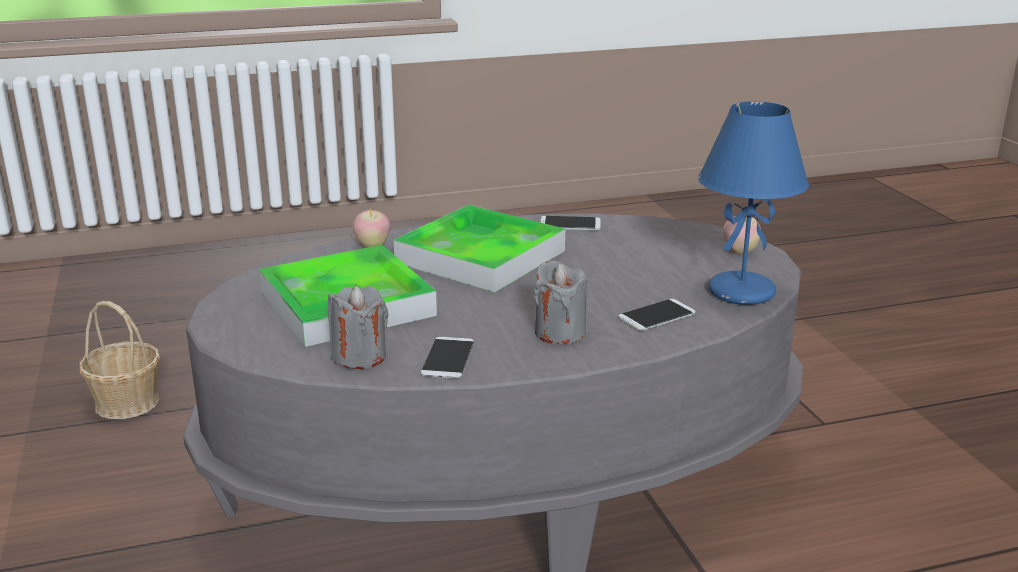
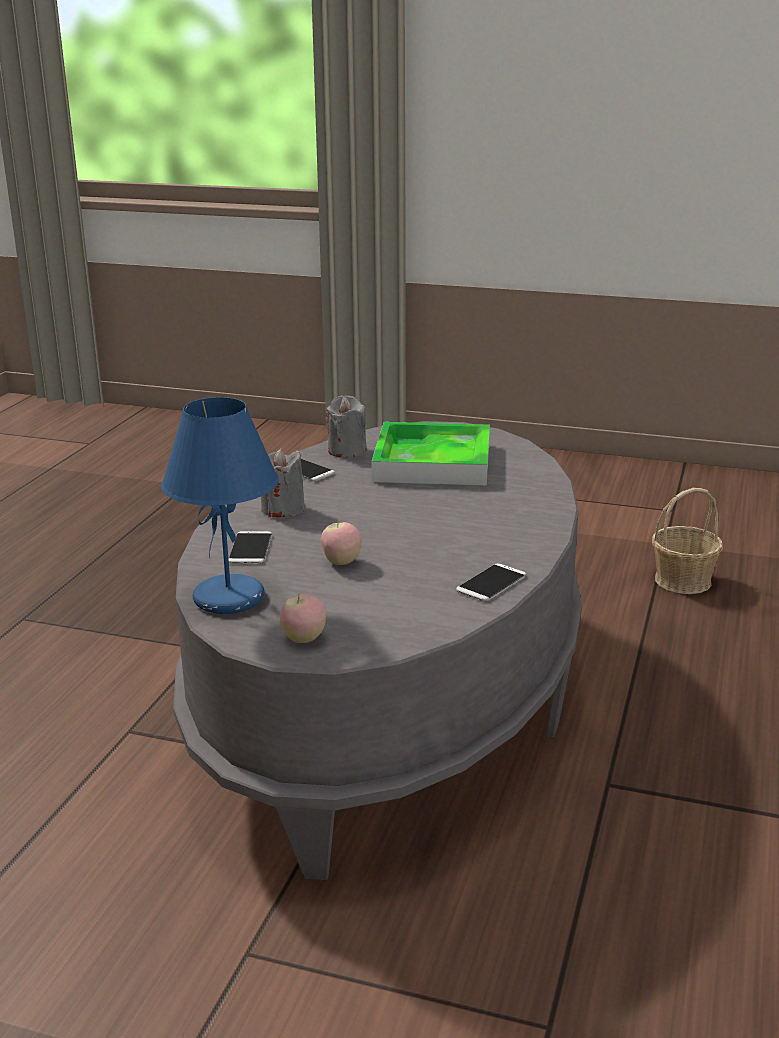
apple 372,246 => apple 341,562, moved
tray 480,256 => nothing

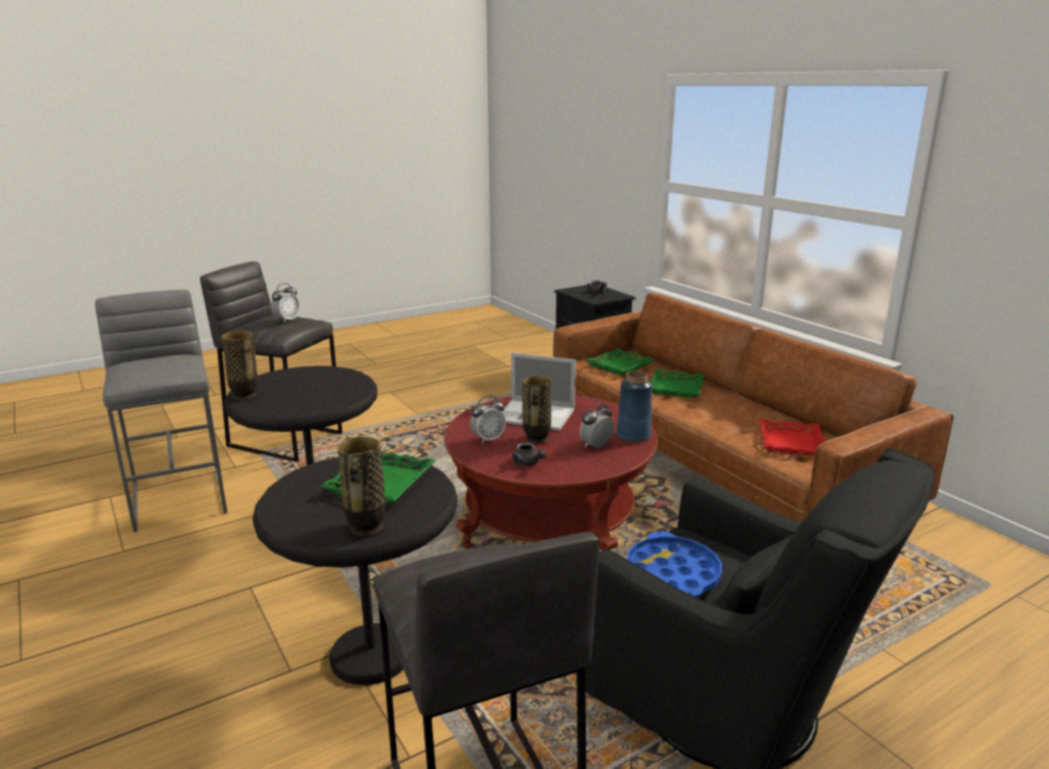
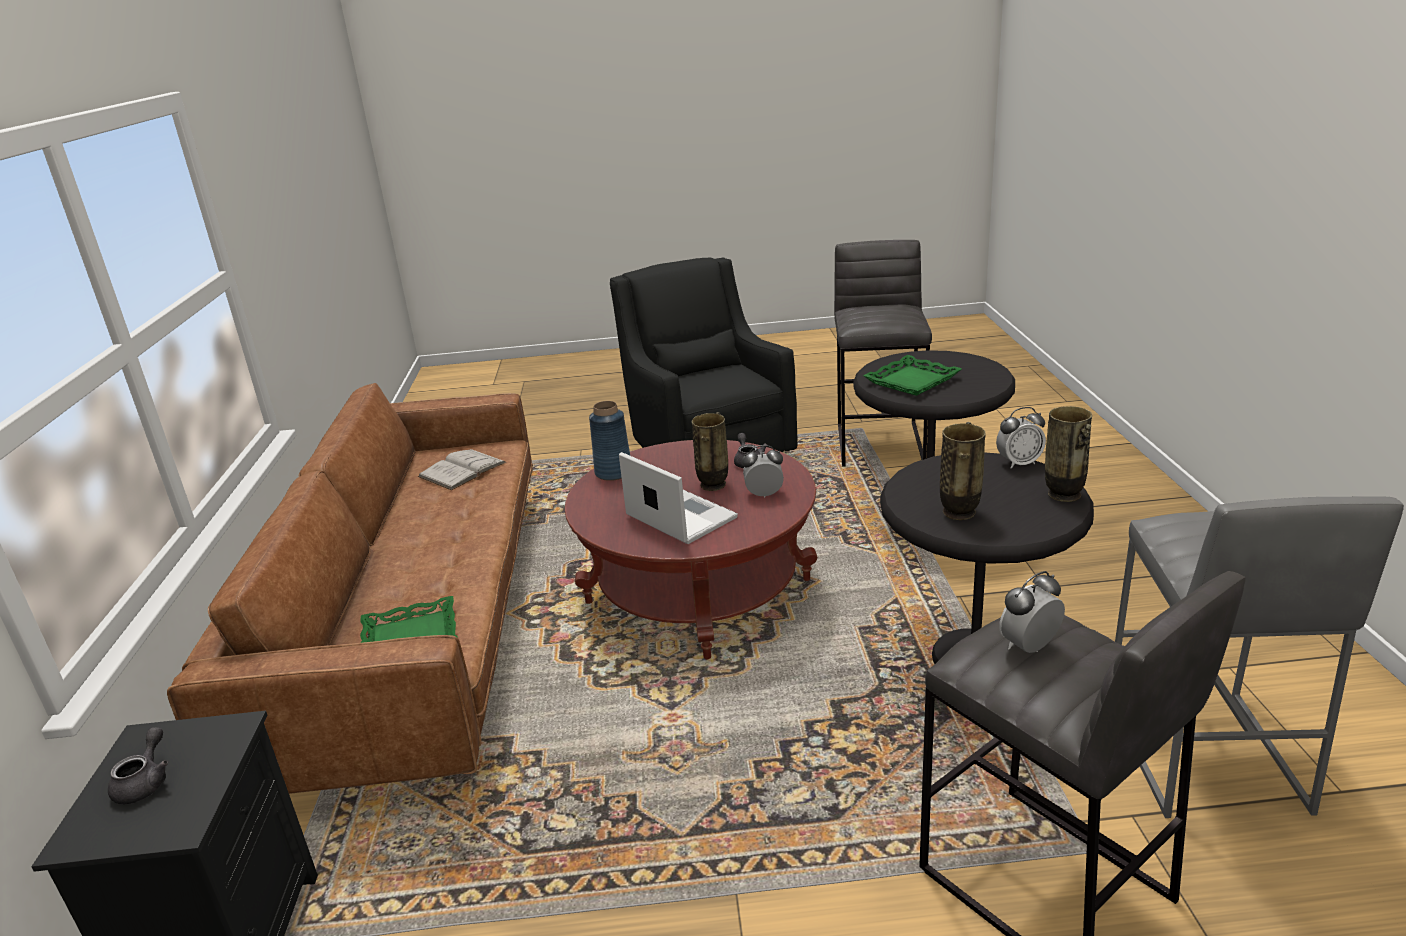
flower vase 366,528 => flower vase 959,513, moved
alarm clock 596,446 => alarm clock 1019,463, moved
tray (blue) 672,574 => nothing
tray (green-coloured) 675,388 => nothing
tray (red-coloured) 790,443 => book (white) 462,469

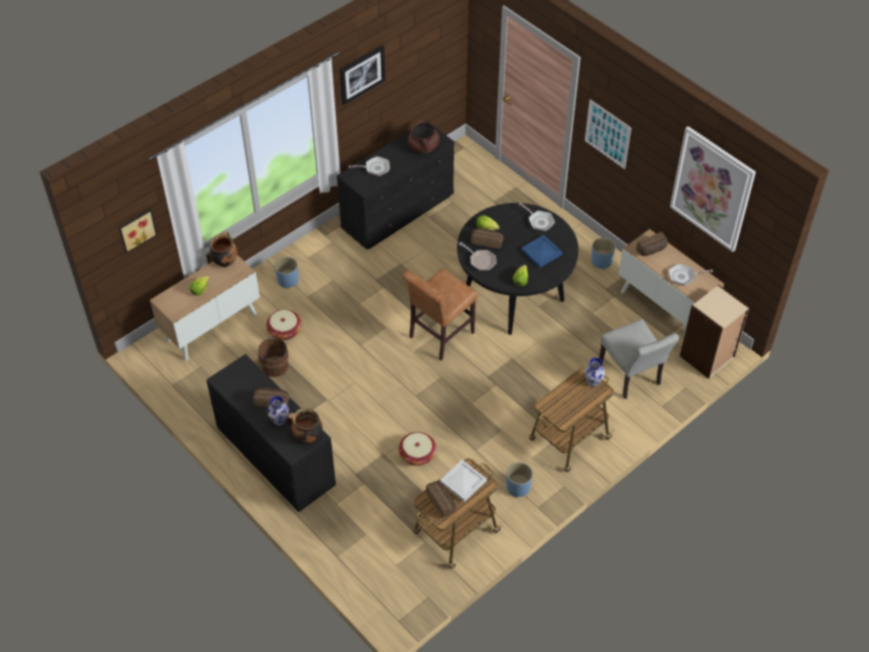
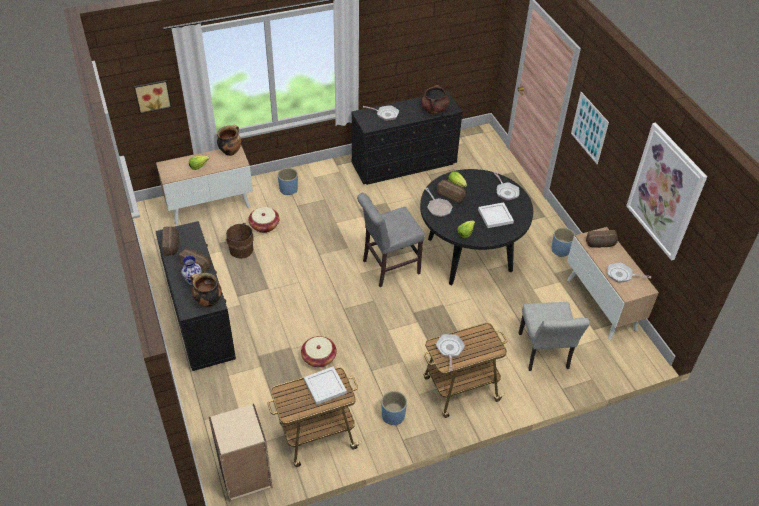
picture 362,74 => nothing
chair (brown-coloured) 439,336 => chair (grey) 388,268
bread 442,502 => bread 172,245, moved
tray (blue) 542,252 => tray (white) 496,216
flower vase 592,381 => nothing
shelving unit (beige) 707,357 => shelving unit (beige) 245,477, moved
nothing => skillet 449,350

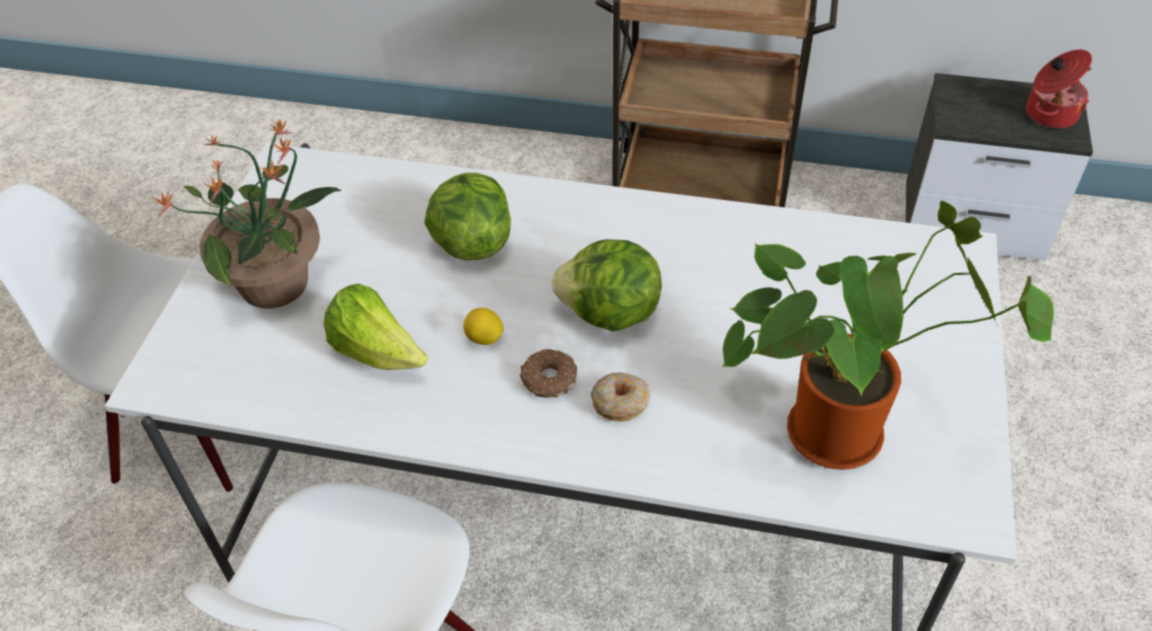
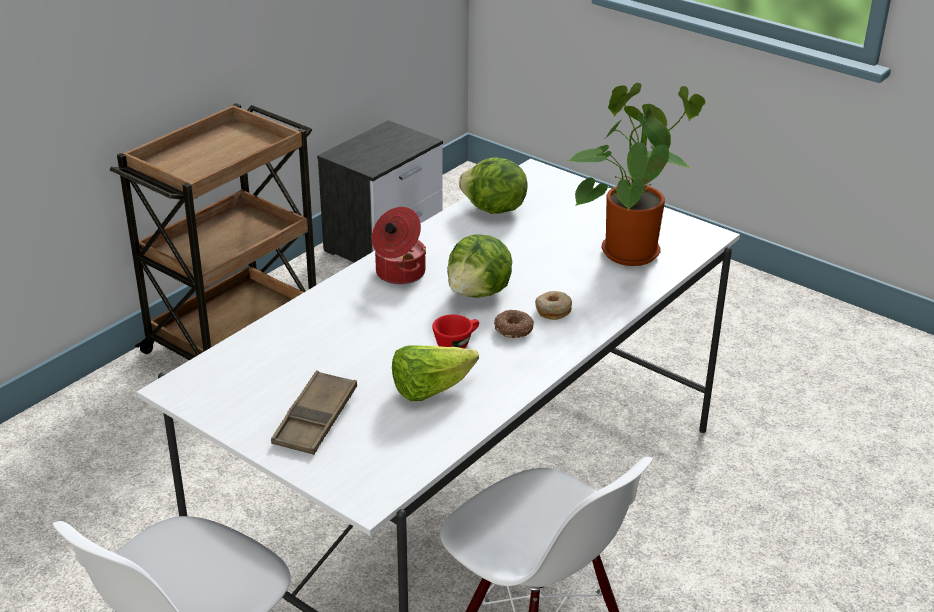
potted plant 277,283 => tray (brown-coloured) 315,419
lettuce head 471,243 => lettuce head 493,210, moved
whole lemon 484,338 => cup (red-coloured) 457,344
cooking pot 1049,113 => cooking pot 399,273, moved

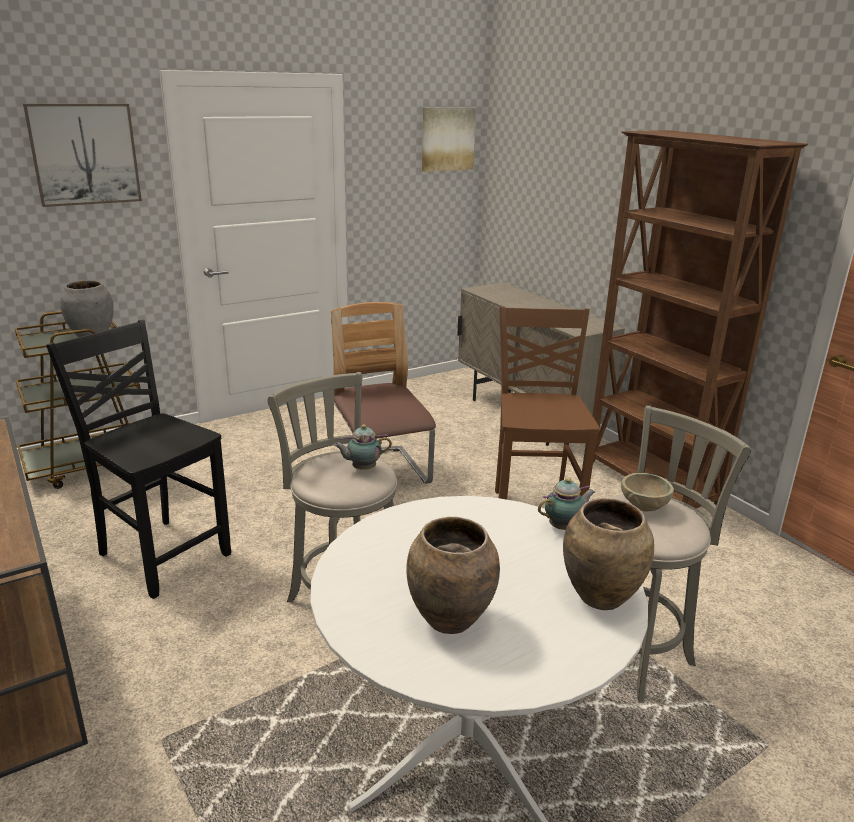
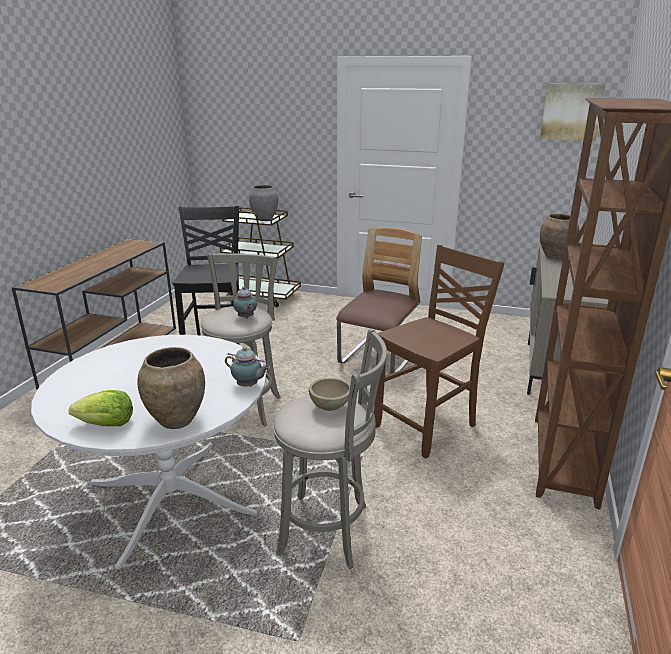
picture 84,154 => nothing
teapot 362,468 => teapot 246,318, 150 degrees counterclockwise
flower vase (brown-coloured) 449,619 => flower vase (brown-coloured) 555,257, moved
nothing => lettuce head 106,424

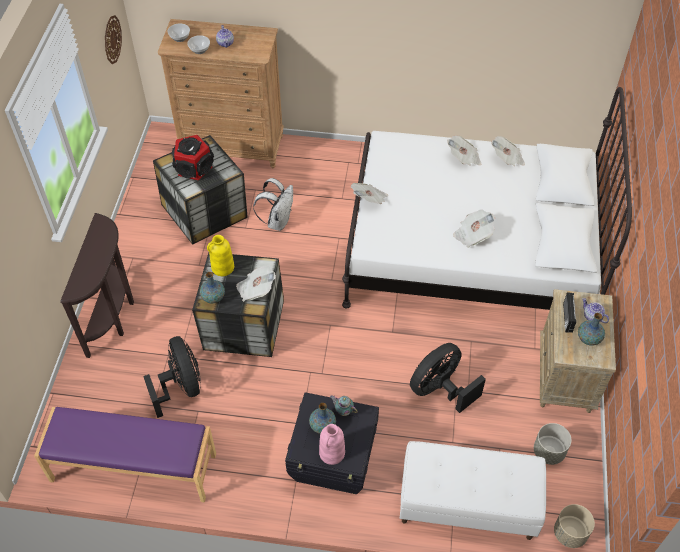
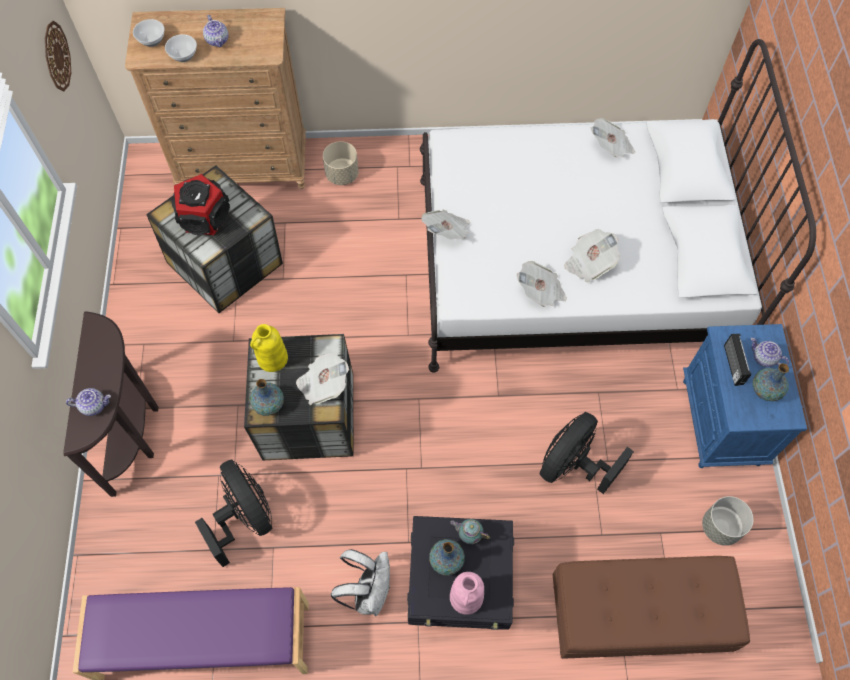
knapsack (white) 278,221 => knapsack (white) 368,591, moved
indoor bench (white) 467,505 => indoor bench (brown-coloured) 635,617
daily paper 464,158 => daily paper 541,292, moved
nightstand (beige) 565,377 => nightstand (blue) 722,422
flower pot (beige) 570,533 => flower pot (beige) 342,175, moved
nothing => teapot 94,405

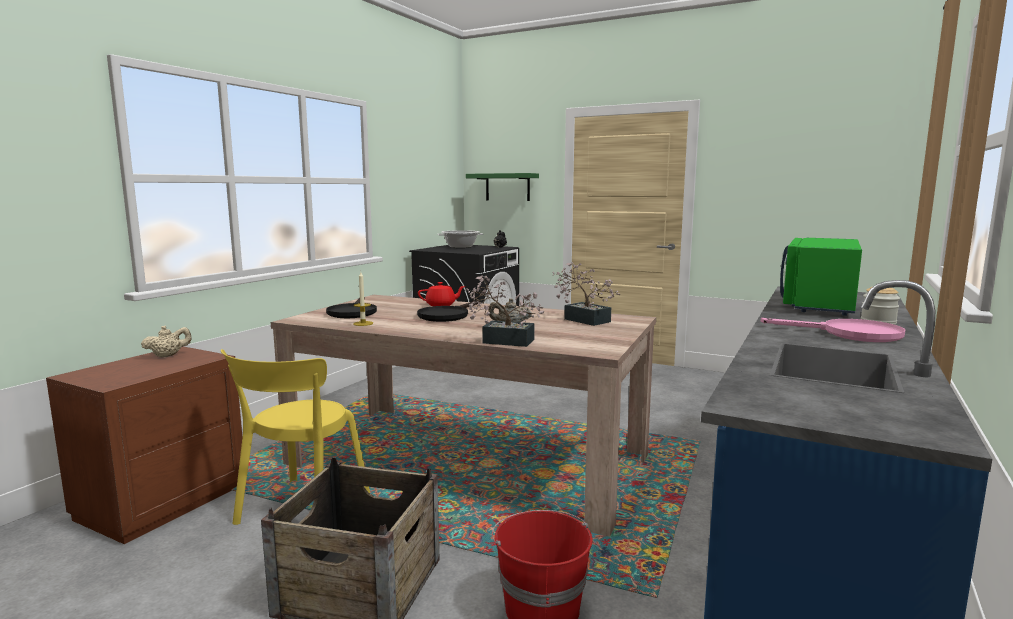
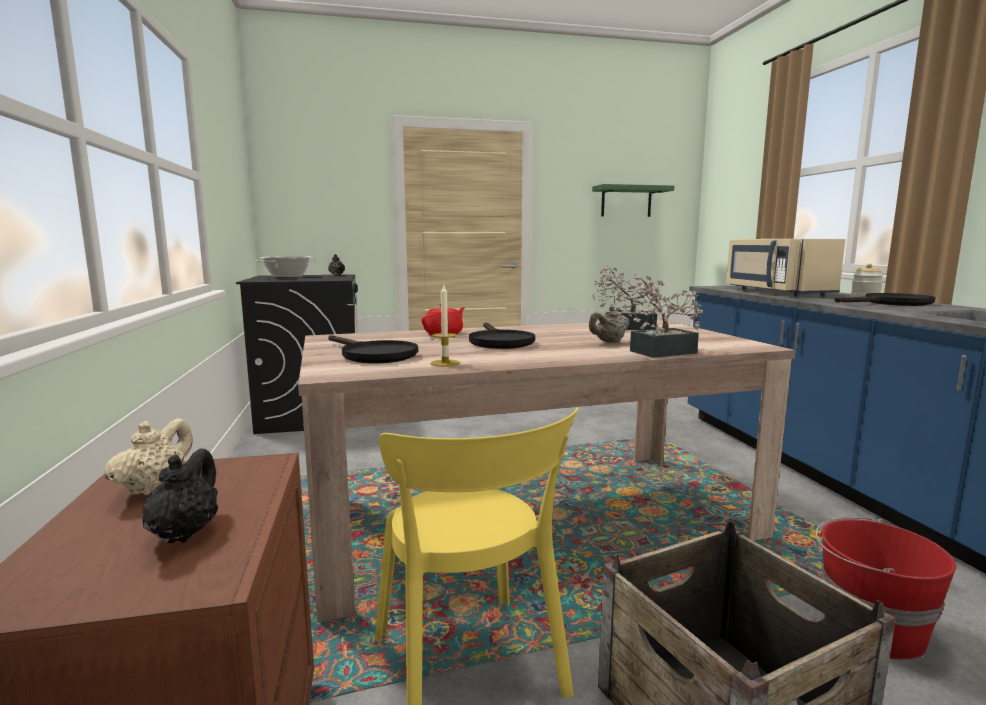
wall shelf (green-coloured) 507,187 => wall shelf (green-coloured) 626,202, moved
skillet (pink-coloured) 850,334 => skillet (black) 891,303
kitchen microwave (green-coloured) 818,304 => kitchen microwave (beige) 775,292
nothing => teapot (black) 185,532

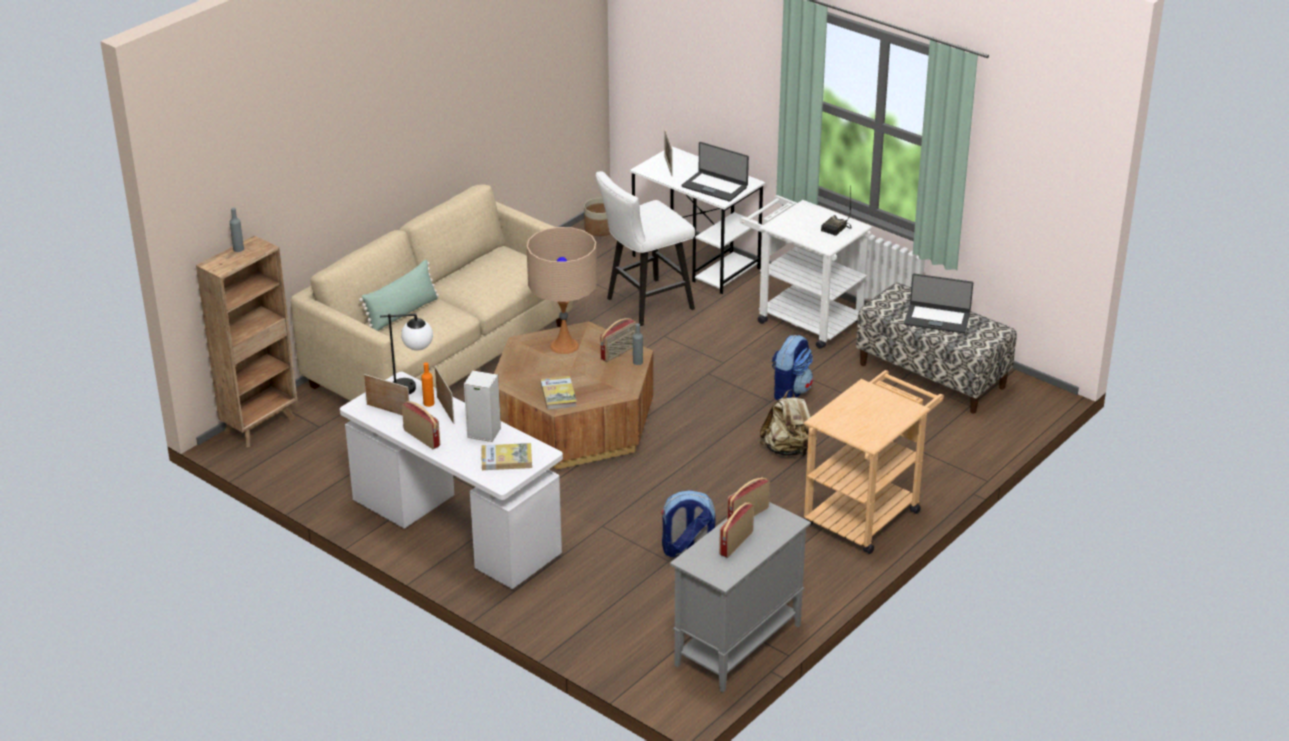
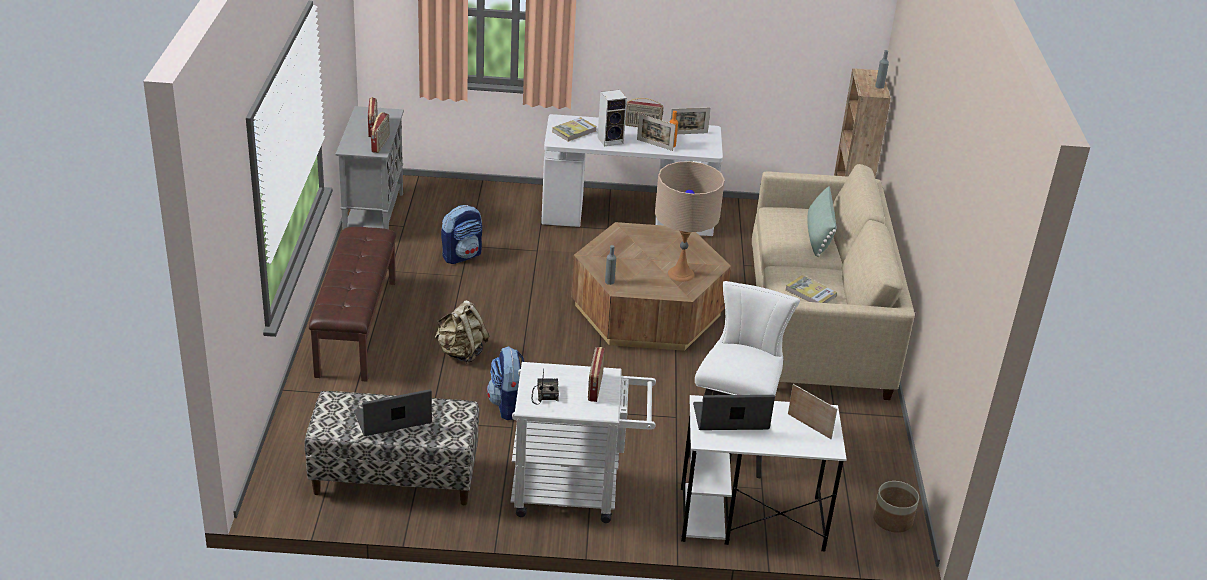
lamp for a table 414,387 => nothing
book 558,395 => book 810,293, moved
radio 619,353 => radio 594,387, moved
wheeled cart (beige) 867,512 => indoor bench (brown-coloured) 356,327

